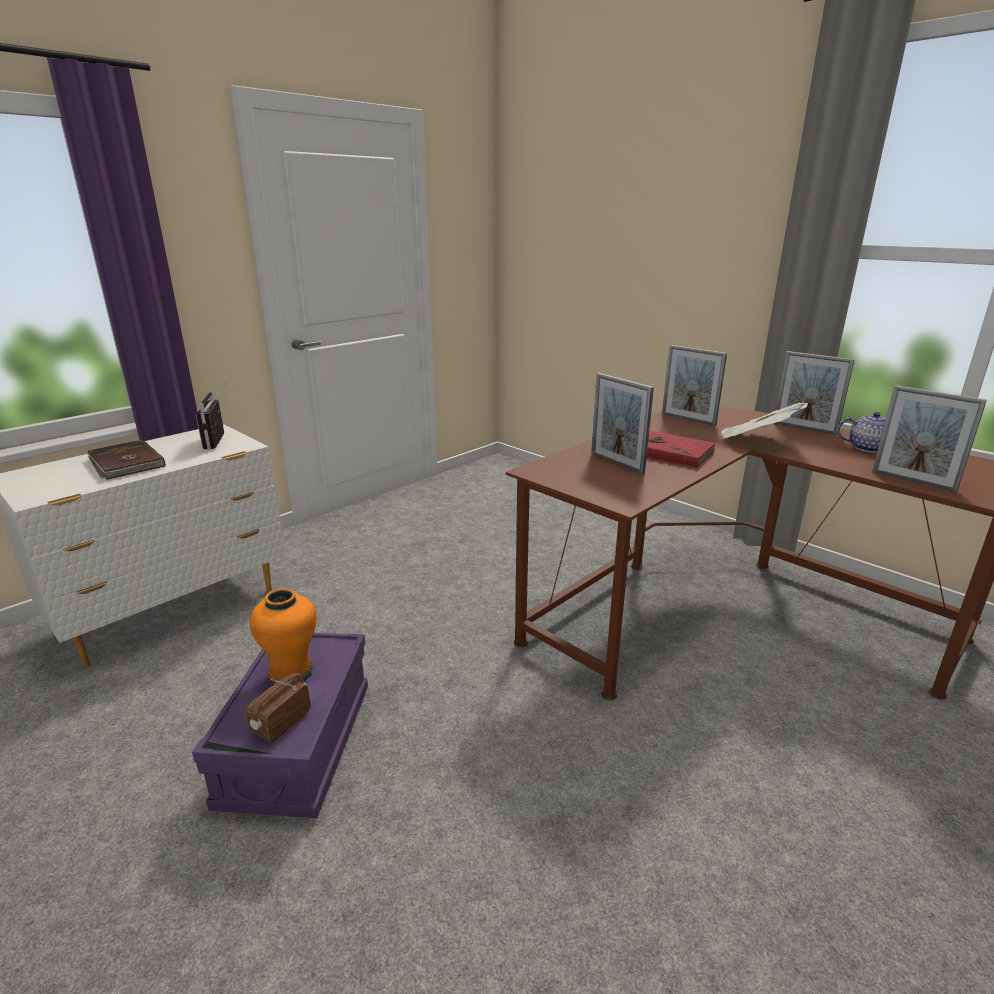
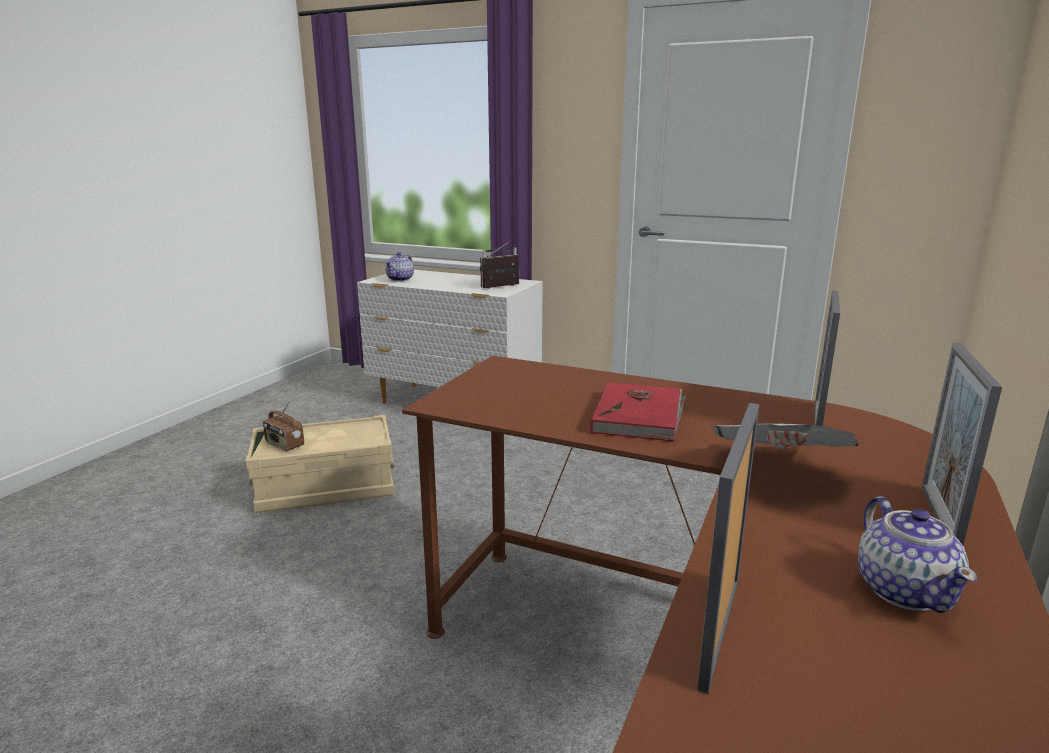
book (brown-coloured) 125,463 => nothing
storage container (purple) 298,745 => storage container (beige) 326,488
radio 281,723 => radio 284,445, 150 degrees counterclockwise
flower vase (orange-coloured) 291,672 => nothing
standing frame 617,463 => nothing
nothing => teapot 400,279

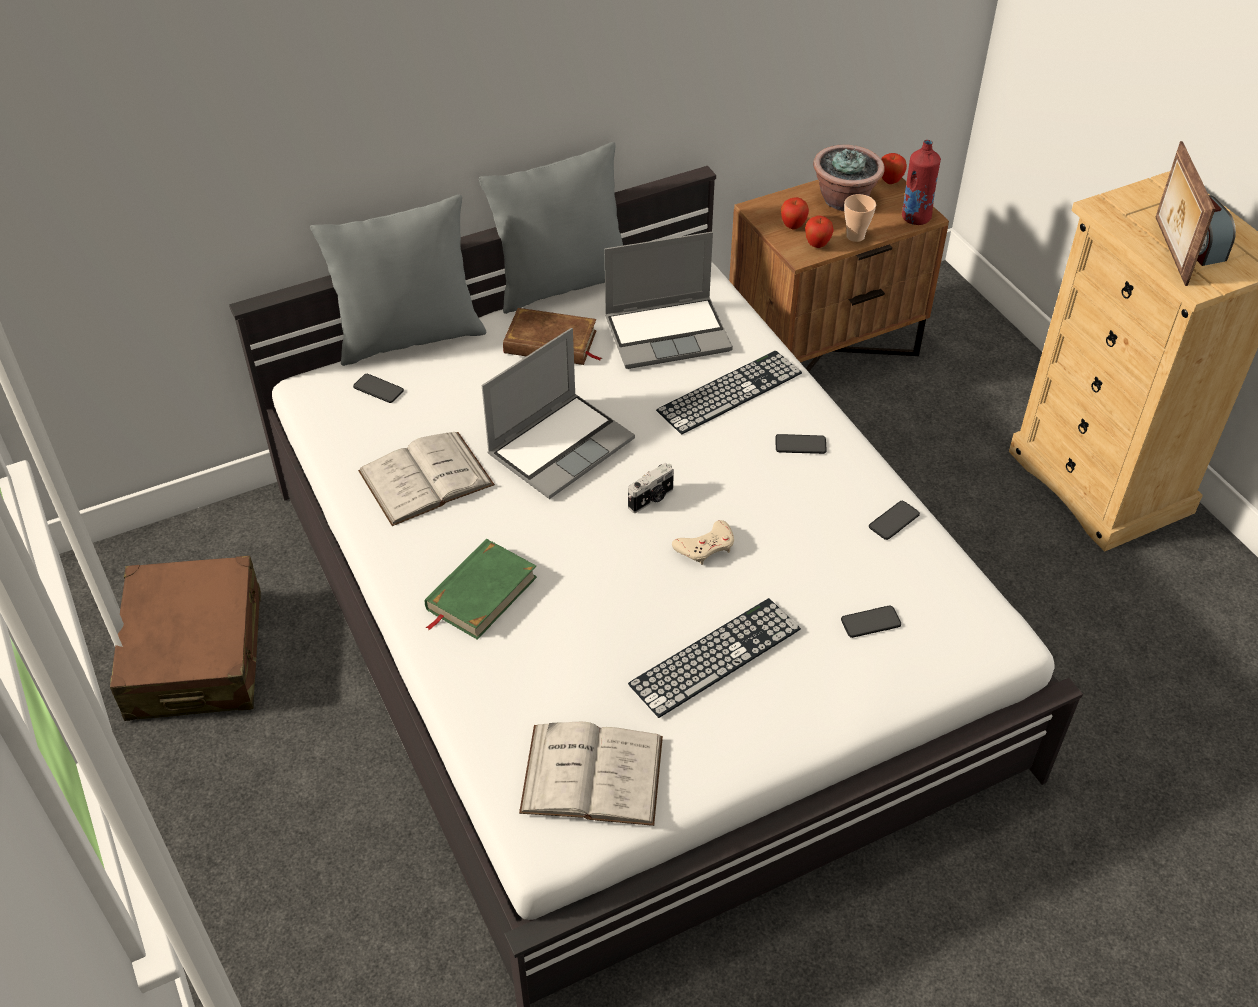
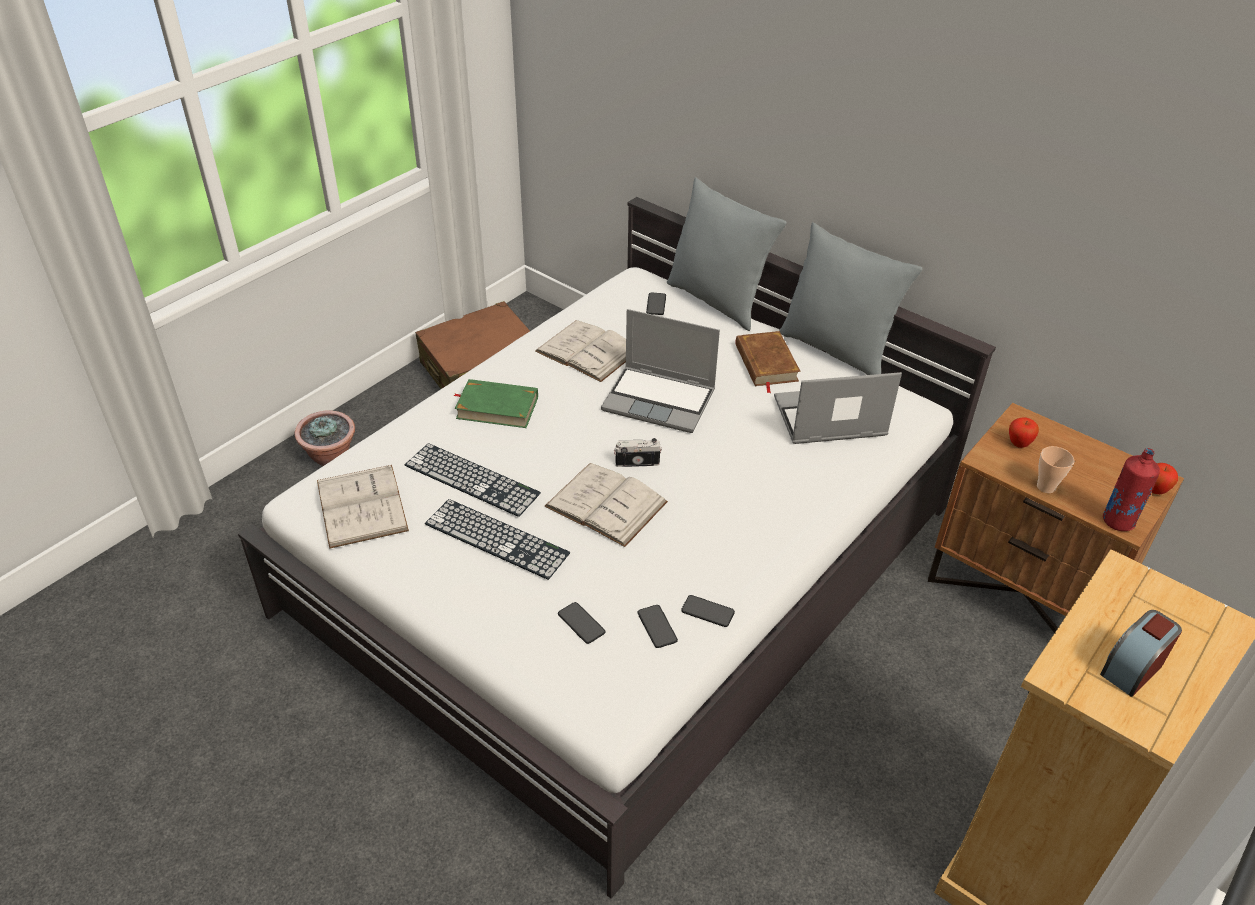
notebook computer 668,333 => notebook computer 828,419, 120 degrees clockwise
photo camera 652,499 => photo camera 637,462, 150 degrees clockwise
computer keyboard 729,392 => computer keyboard 472,479, moved
joypad (beige) 706,546 => book (white) 606,504
handset 800,445 => handset 657,627, moved
apple 817,245 => nothing
potted plant 844,200 => potted plant 331,456, moved
standing frame 1168,250 => nothing

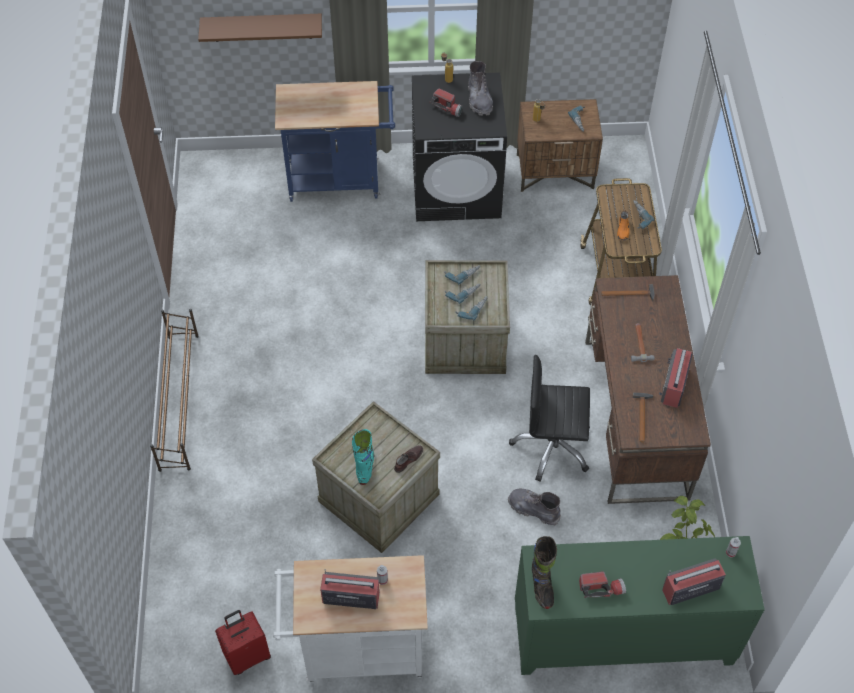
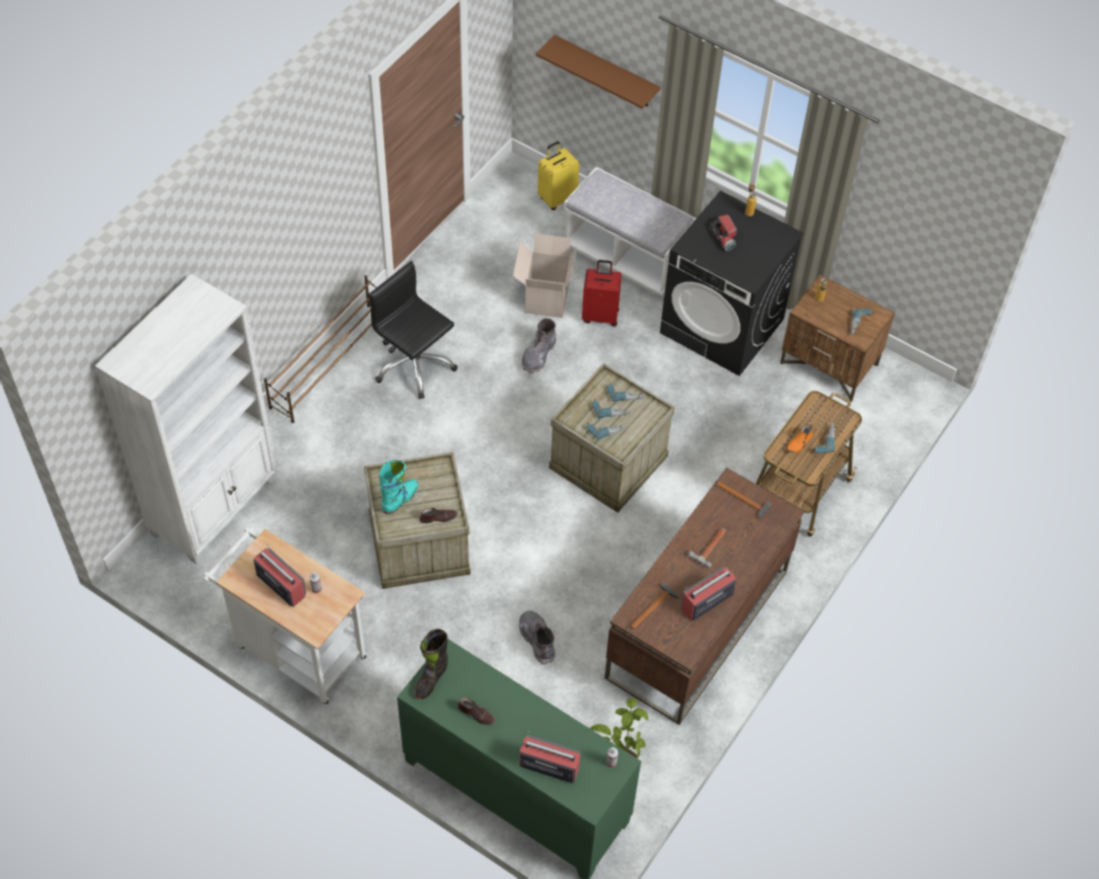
piece of luggage (red-coloured) 247,655 => piece of luggage (red-coloured) 600,315, moved
wheeled cart (blue) 340,179 => indoor bench (white) 626,256
boot (grey) 479,99 => boot (grey) 538,355, moved
office chair (black) 552,446 => office chair (black) 414,365, moved
torch 601,588 => item of footwear (brown-coloured) 477,714
nothing => shelving unit (white) 215,506
nothing => cardboard box 545,297
nothing => piece of luggage (yellowish) 557,198

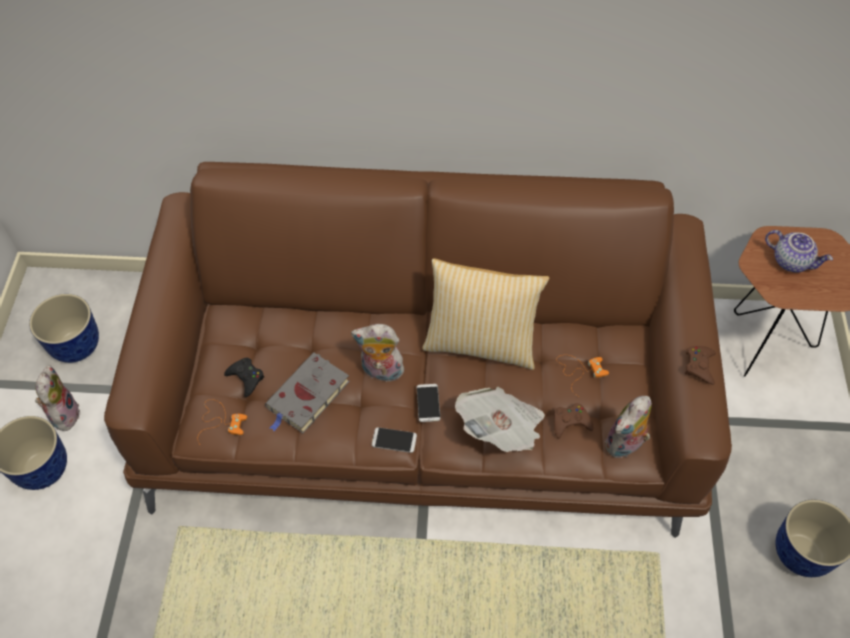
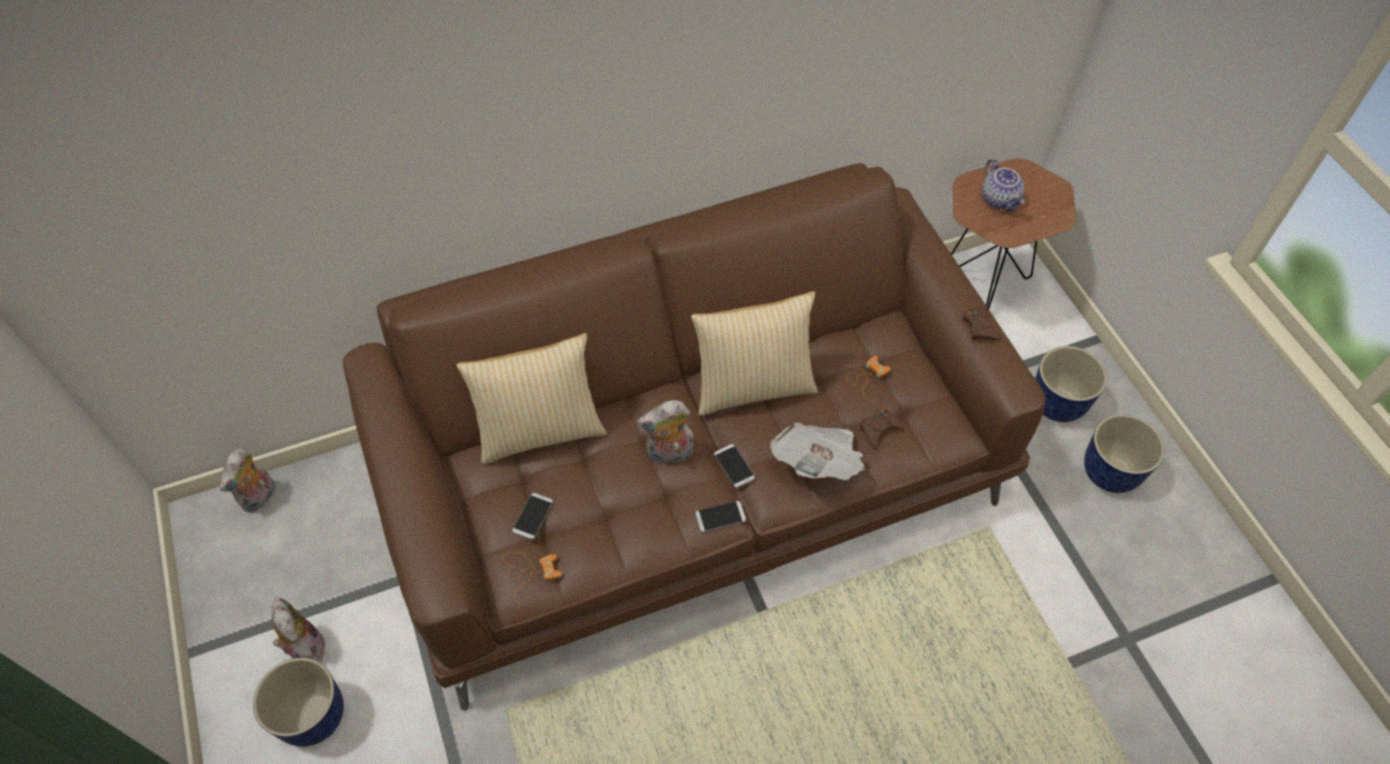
flower pot 76,345 => flower pot 1055,404, moved
joypad (black) 246,378 => handset 533,516
book (grey) 307,397 => nothing
cuddly toy 624,445 => cuddly toy 260,498, moved
teapot 791,261 => teapot 1000,200, 60 degrees clockwise
nothing => cushion 540,430

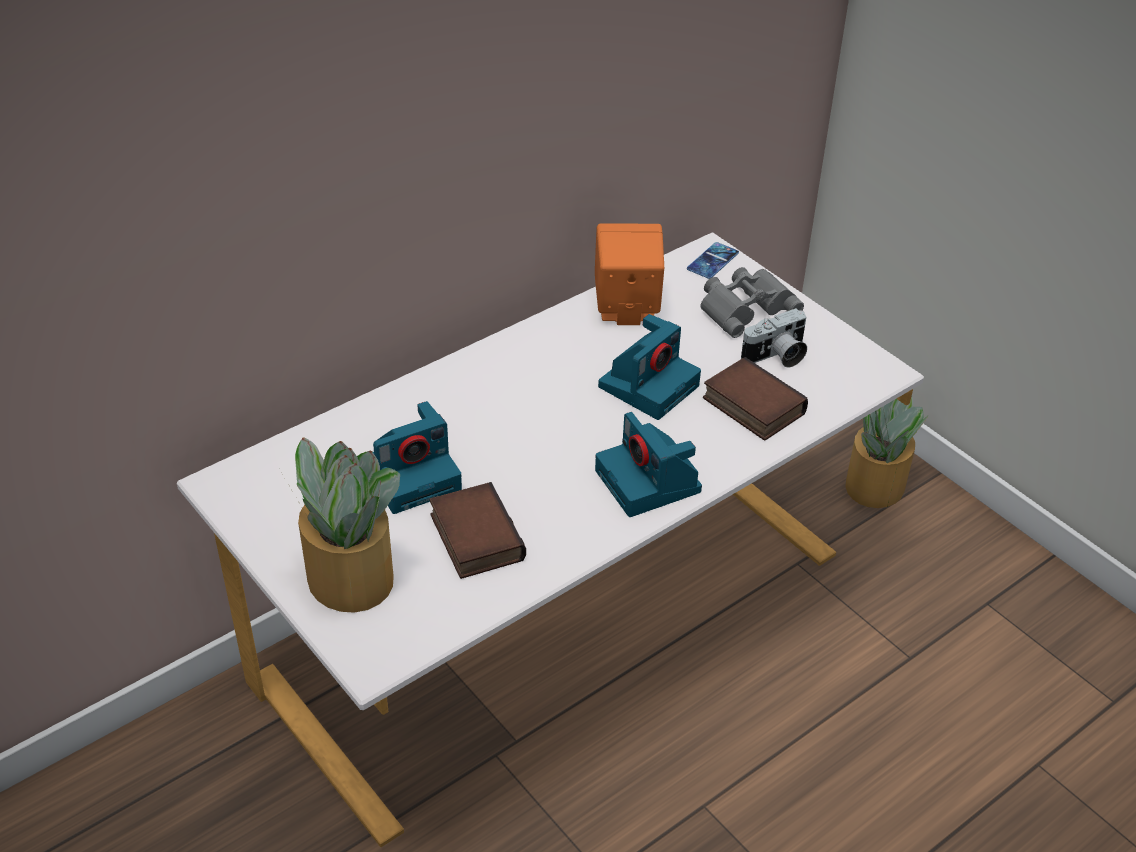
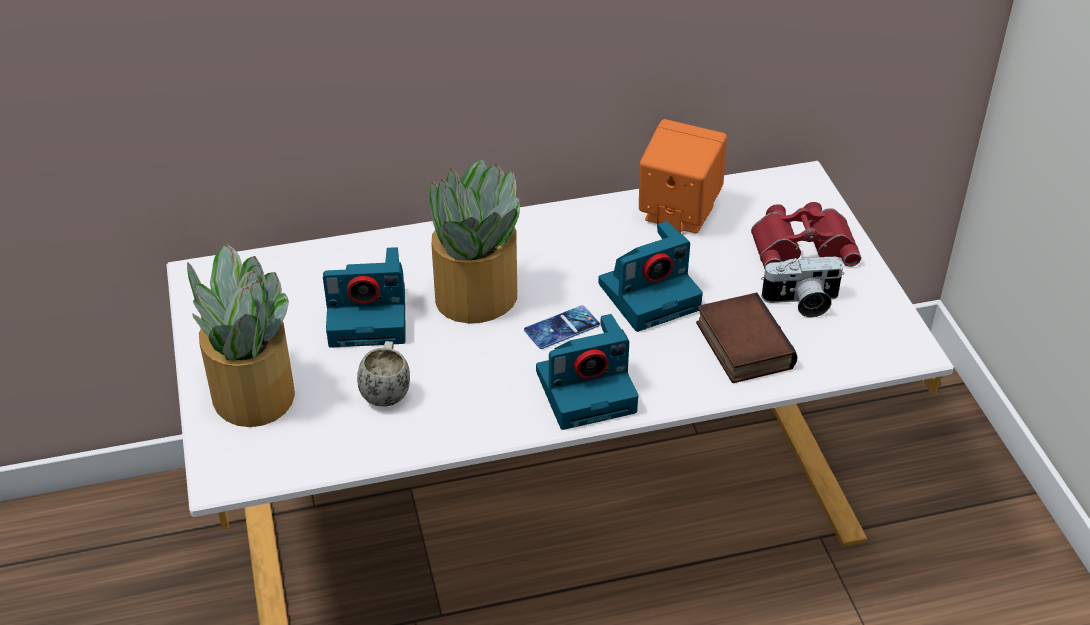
book 473,537 => mug (white) 386,390
photo camera 649,482 => photo camera 587,390, 105 degrees counterclockwise
handset 712,261 => handset 562,328, moved
field glasses (grey) 745,306 => field glasses (red-coloured) 802,243
potted plant 873,486 => potted plant 474,297, moved

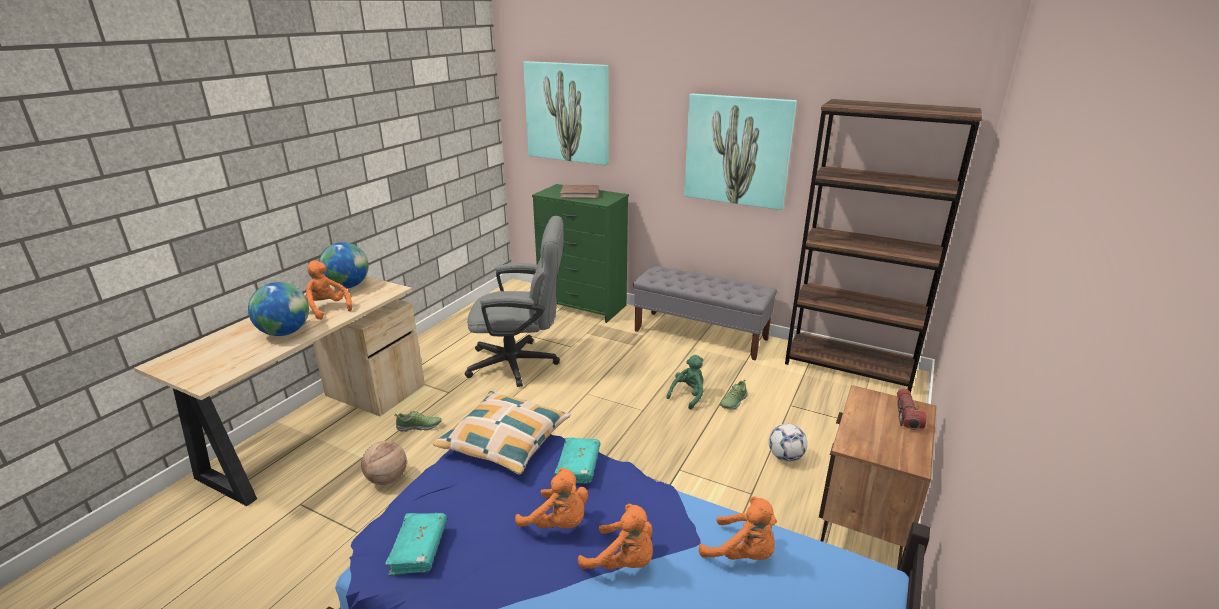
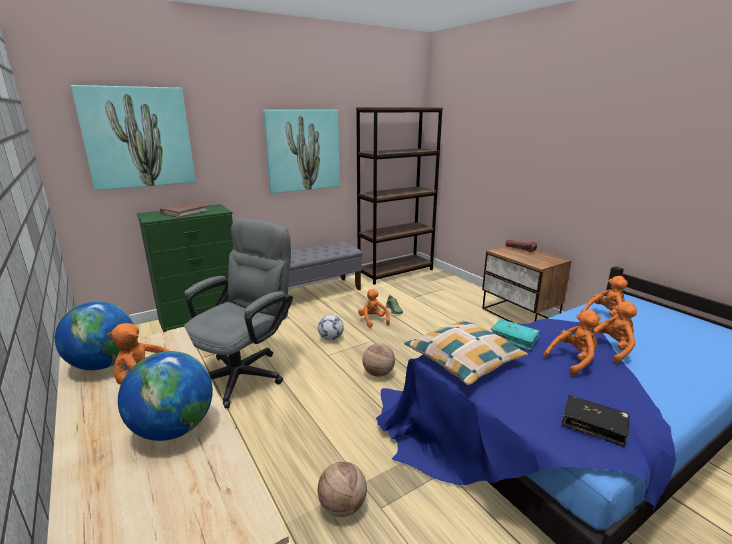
book (blue-green) 419,549 => book (black) 593,425
item of footwear 419,427 => nothing
cuddly toy (green-coloured) 688,395 => cuddly toy (orange-coloured) 373,320
ball for football 785,457 => ball for football 331,338, moved
nothing => basketball ball 378,373

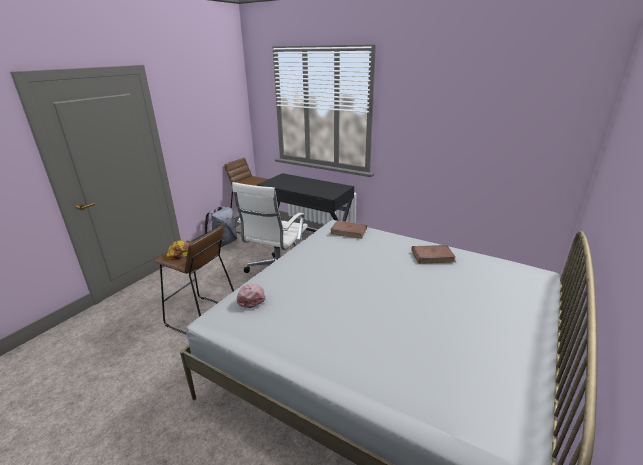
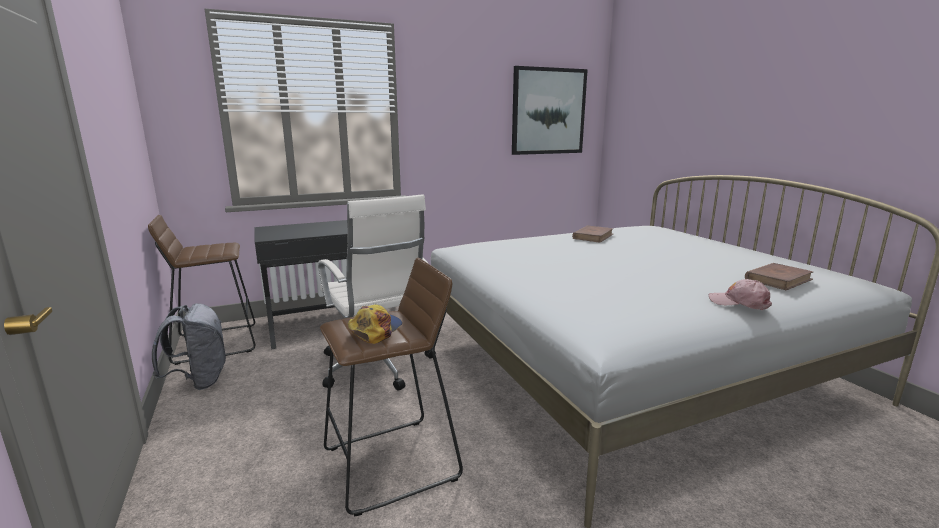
peaked cap (pink-coloured) 251,297 => peaked cap (pink-coloured) 739,302, moved
book (brown-coloured) 349,231 => book (brown-coloured) 778,279, moved
nothing => picture 548,111

